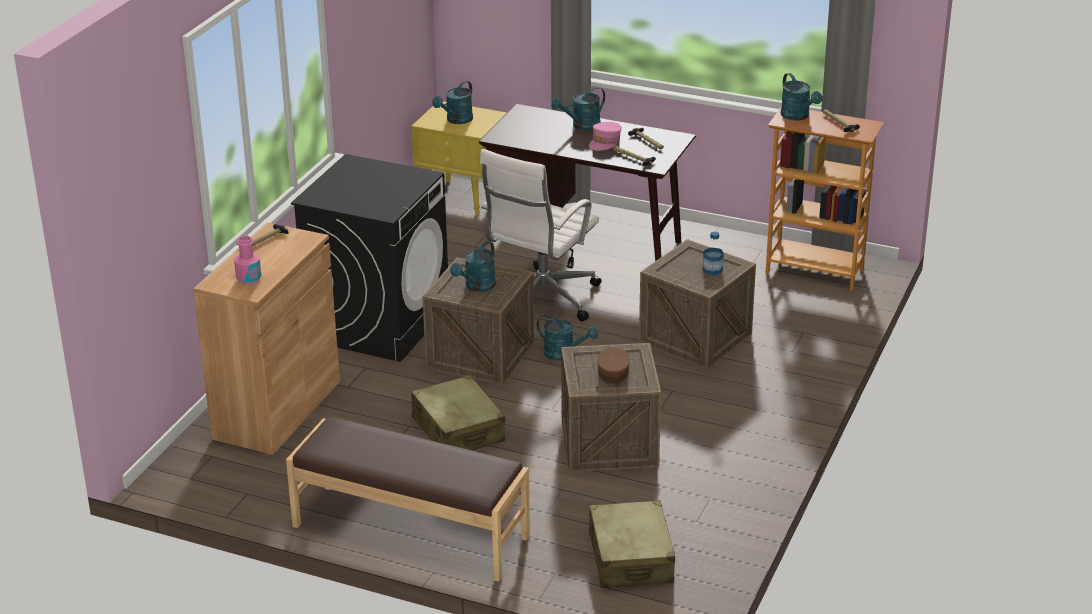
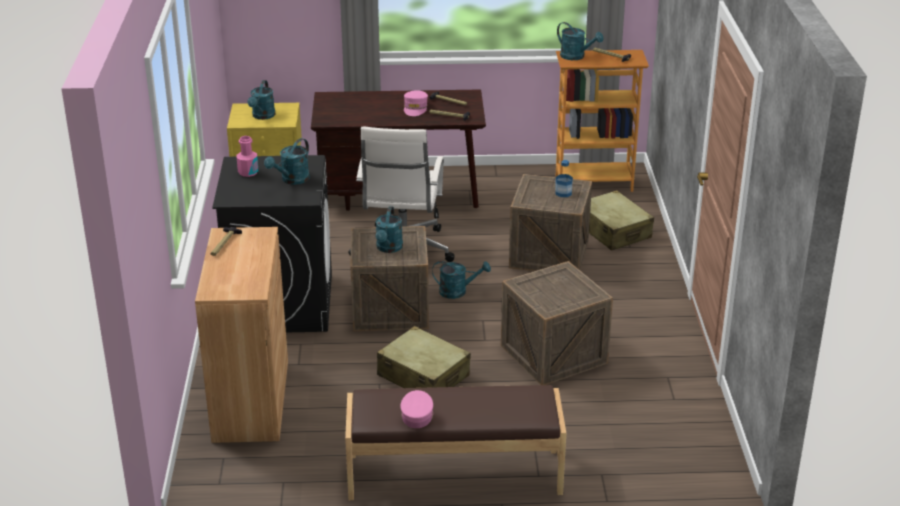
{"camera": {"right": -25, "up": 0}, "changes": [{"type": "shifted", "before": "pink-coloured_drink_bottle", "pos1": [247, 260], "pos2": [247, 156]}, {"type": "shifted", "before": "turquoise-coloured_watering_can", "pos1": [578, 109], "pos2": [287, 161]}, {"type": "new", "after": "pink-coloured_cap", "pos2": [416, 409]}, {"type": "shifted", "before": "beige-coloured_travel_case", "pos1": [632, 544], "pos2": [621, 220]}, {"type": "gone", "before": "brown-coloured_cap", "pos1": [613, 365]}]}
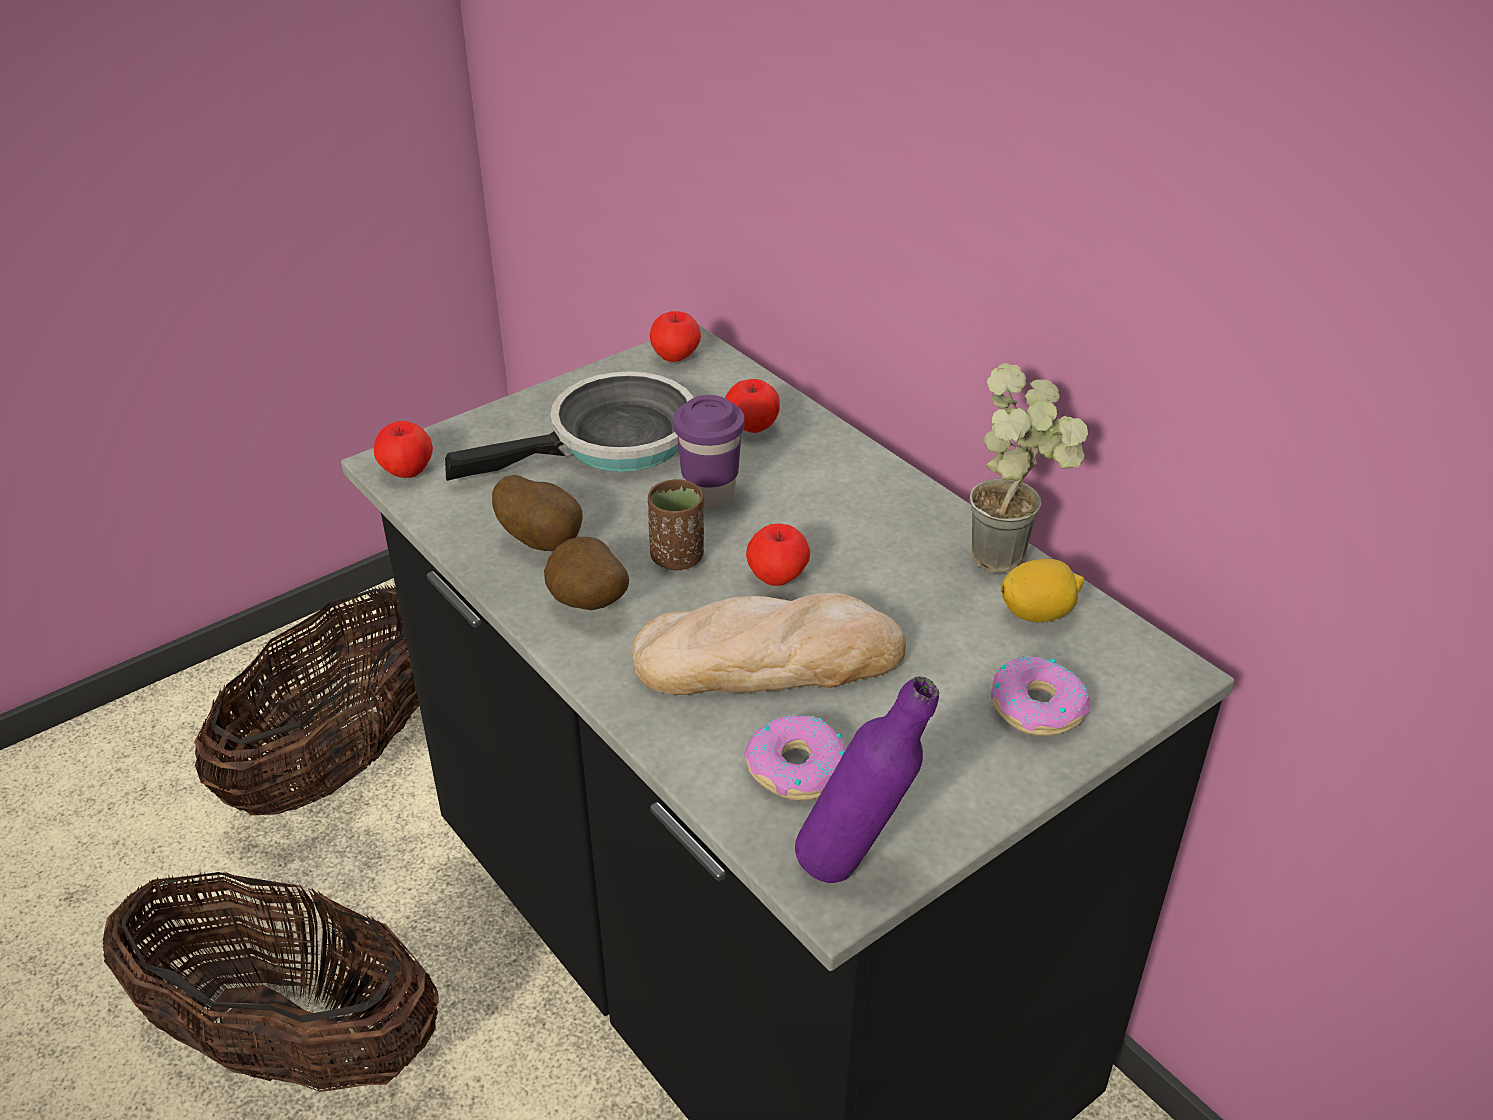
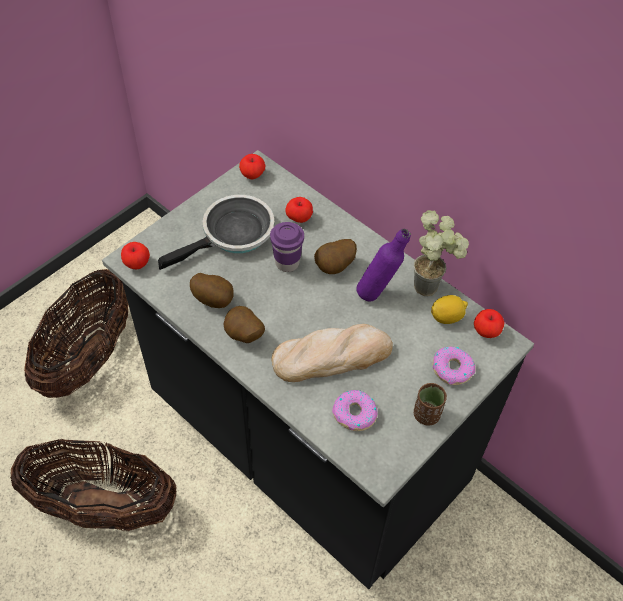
{"camera": {"right": -10, "up": 15}, "changes": [{"type": "new", "after": "spud", "pos2": [335, 256]}, {"type": "shifted", "before": "purple_drink_bottle", "pos1": [867, 780], "pos2": [383, 265]}, {"type": "shifted", "before": "brown-coloured_cup", "pos1": [676, 524], "pos2": [430, 404]}, {"type": "shifted", "before": "apple", "pos1": [778, 554], "pos2": [489, 323]}]}
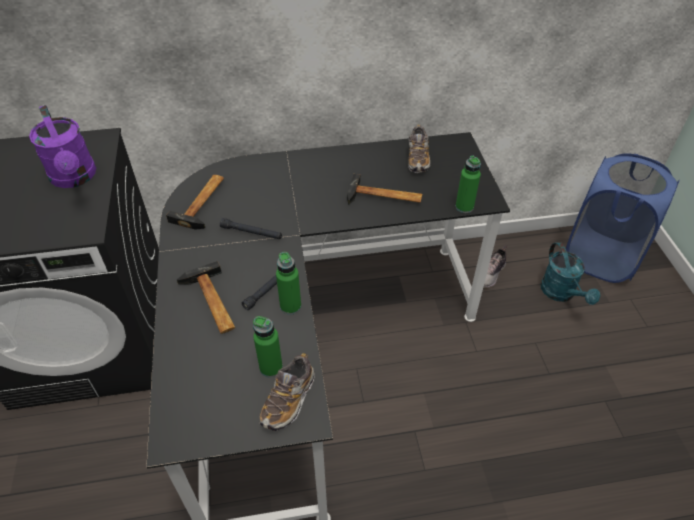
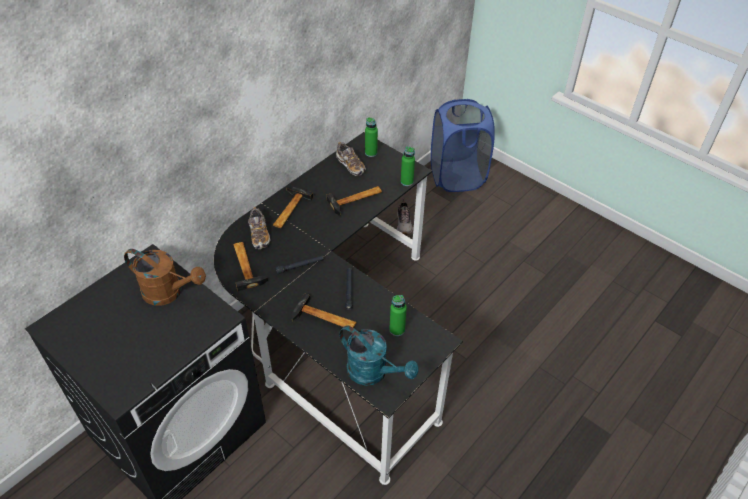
{"camera": {"right": -40, "up": 0}, "changes": [{"type": "repainted", "before": "purple_watering_can", "after": "brown-coloured_watering_can", "pos1": [62, 146], "pos2": [165, 277]}, {"type": "shifted", "before": "item_of_footwear", "pos1": [287, 392], "pos2": [259, 228]}, {"type": "new", "after": "tool_hammer", "pos2": [293, 207]}, {"type": "shifted", "before": "turquoise-coloured_watering_can", "pos1": [570, 273], "pos2": [379, 355]}, {"type": "shifted", "before": "greenish_drink_bottle", "pos1": [288, 283], "pos2": [371, 137]}]}
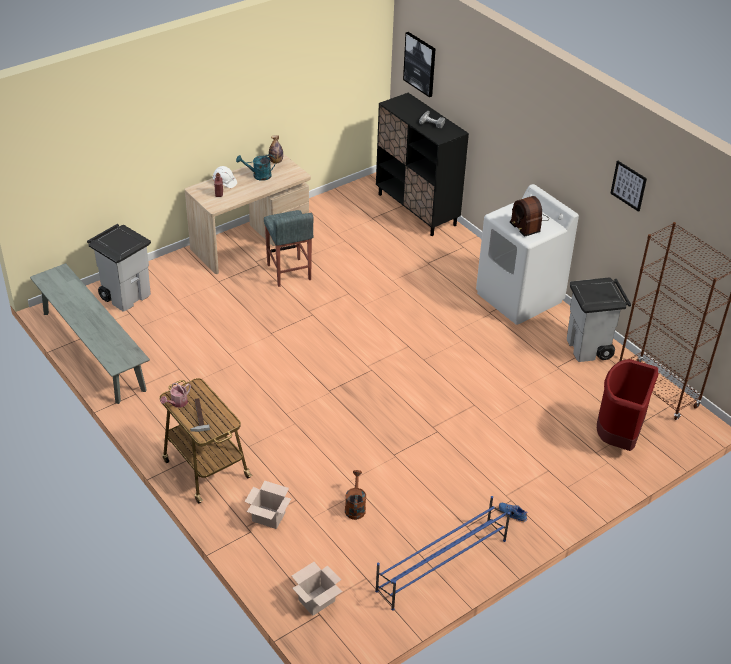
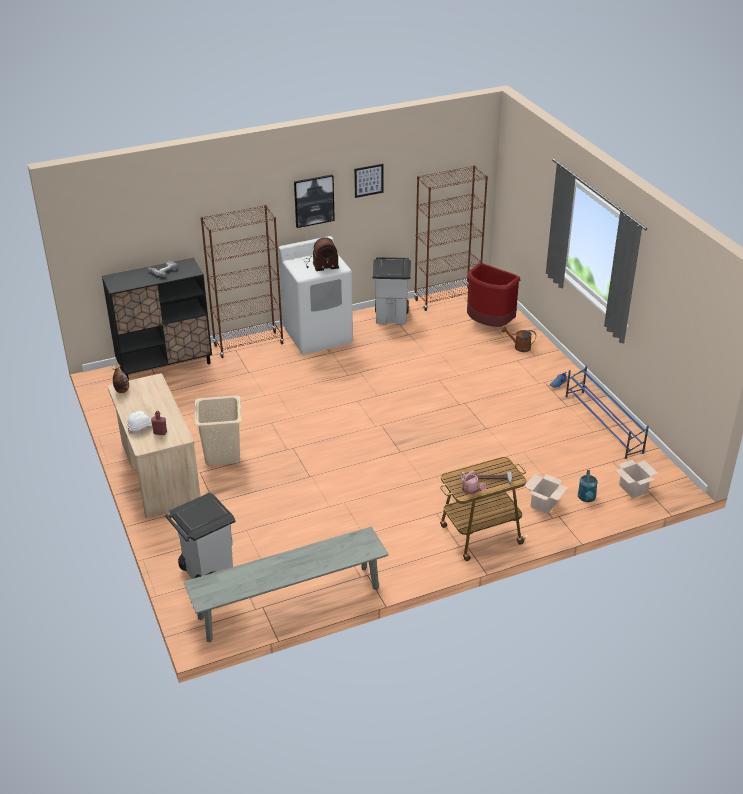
{"camera": {"right": -75, "up": -5}, "changes": [{"type": "swapped", "before": "gray_stool", "after": "beige-coloured_hamper", "pos1": [289, 248], "pos2": [218, 430]}, {"type": "new", "after": "brown-coloured_shelving_unit", "pos2": [242, 281]}, {"type": "shifted", "before": "wall_picture", "pos1": [419, 64], "pos2": [314, 201]}, {"type": "shifted", "before": "brown-coloured_watering_can", "pos1": [355, 495], "pos2": [519, 339]}, {"type": "shifted", "before": "turquoise-coloured_watering_can", "pos1": [256, 167], "pos2": [588, 486]}]}
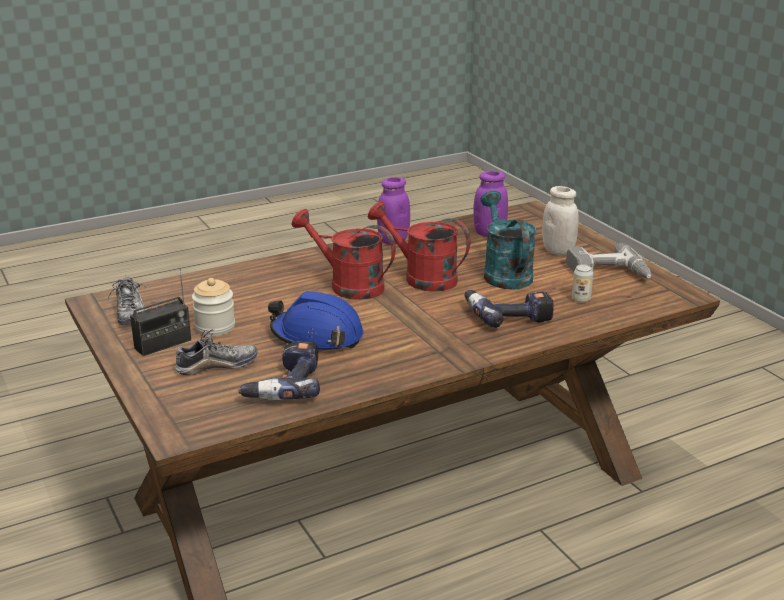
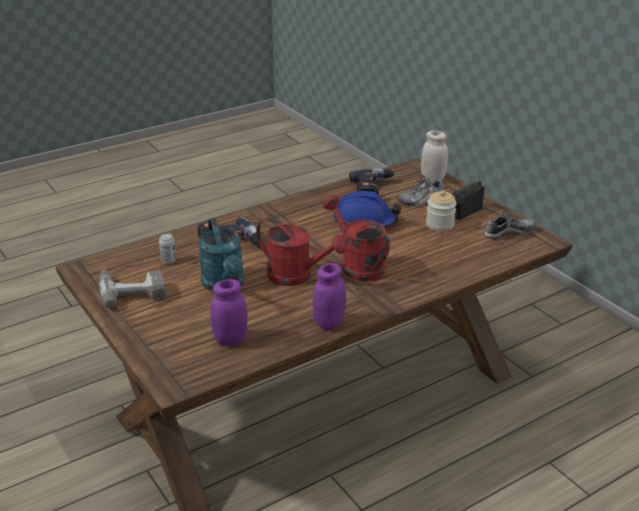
{"camera": {"right": 175, "up": 5}, "changes": [{"type": "rotated", "before": "red-coloured_watering_can", "pos1": [343, 254], "pos2": [356, 238], "turn": -150}, {"type": "shifted", "before": "white_storage_jar", "pos1": [560, 220], "pos2": [434, 156]}, {"type": "rotated", "before": "item_of_footwear", "pos1": [128, 301], "pos2": [510, 224], "turn": 90}]}
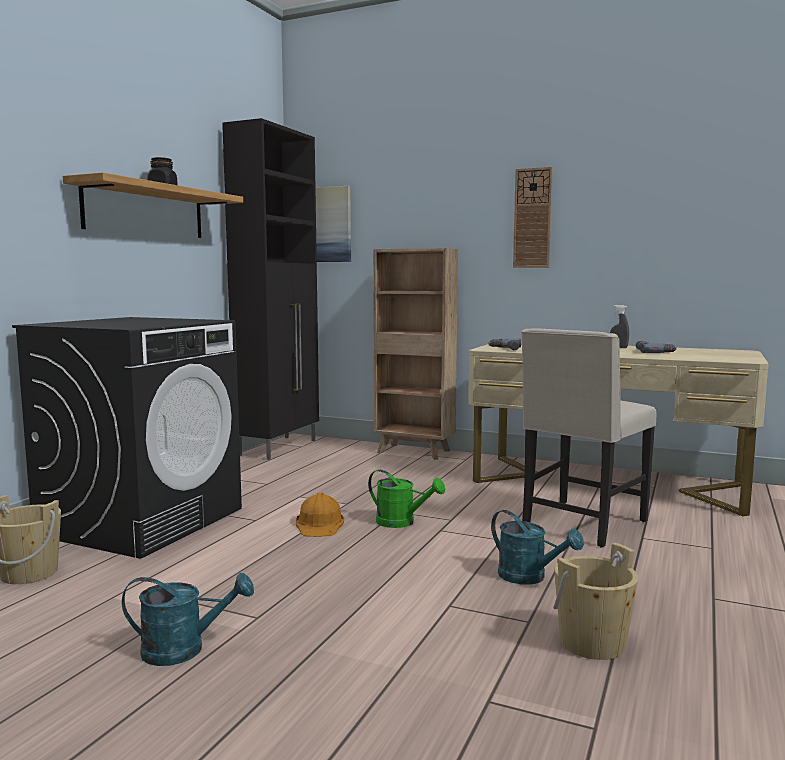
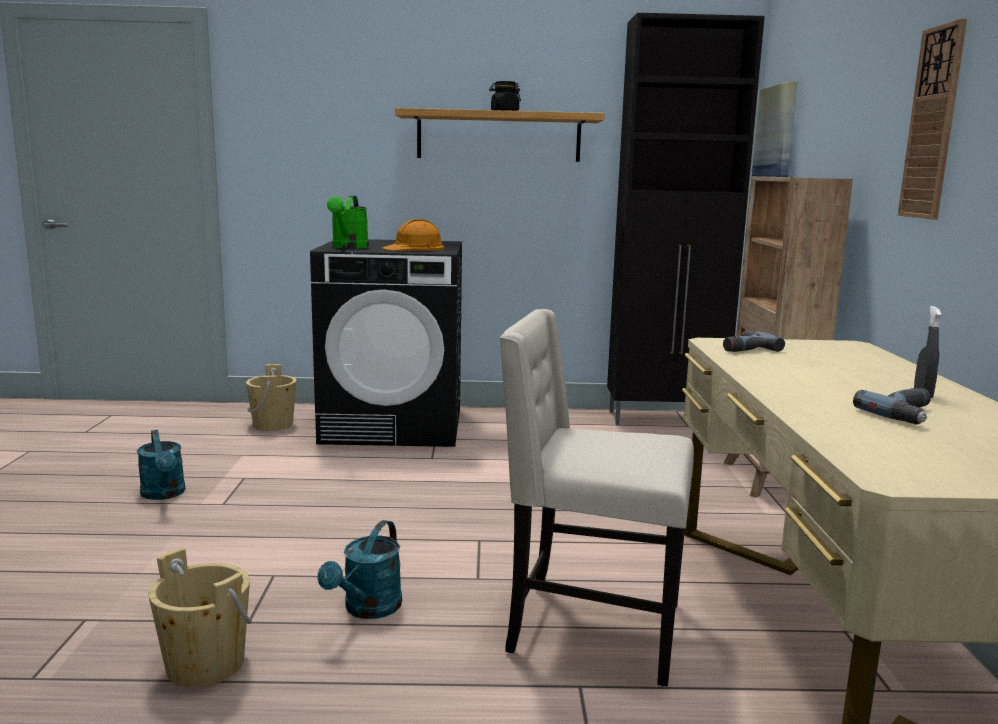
{"camera": {"right": 65, "up": 5}, "changes": [{"type": "shifted", "before": "greenish_watering_can", "pos1": [406, 499], "pos2": [348, 222]}, {"type": "shifted", "before": "orange_safety_helmet", "pos1": [320, 515], "pos2": [413, 235]}]}
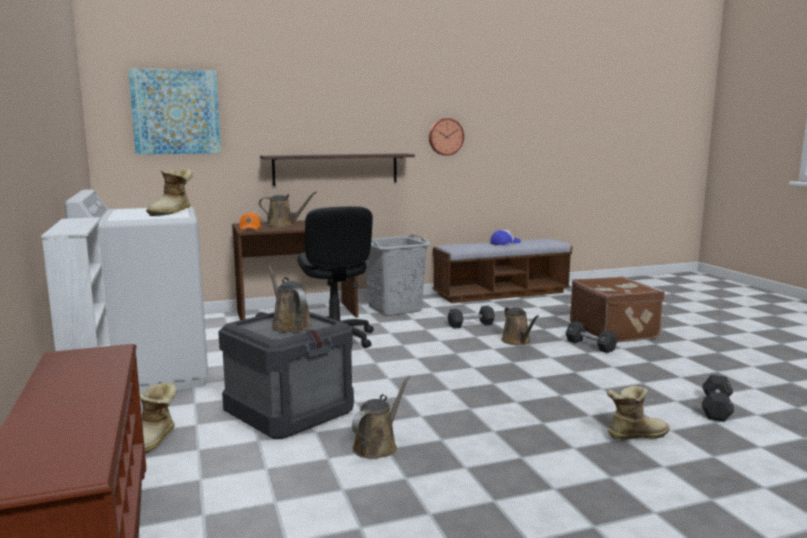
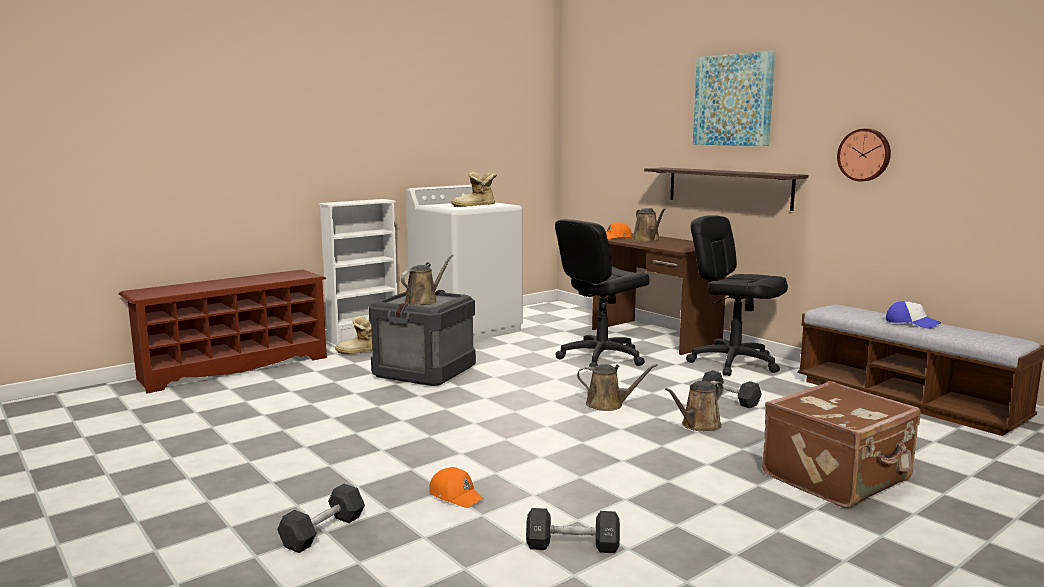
{"camera": {"right": 70, "up": 0}, "changes": [{"type": "shifted", "before": "black_dumbbell", "pos1": [592, 337], "pos2": [321, 518]}, {"type": "swapped", "before": "tall_boot", "after": "orange_cap", "pos1": [638, 413], "pos2": [456, 487]}, {"type": "shifted", "before": "brown-coloured_watering_can", "pos1": [381, 417], "pos2": [617, 387]}, {"type": "swapped", "before": "gray_hamper", "after": "black_office_chair", "pos1": [398, 275], "pos2": [737, 295]}, {"type": "shifted", "before": "wall_picture", "pos1": [174, 111], "pos2": [734, 98]}]}
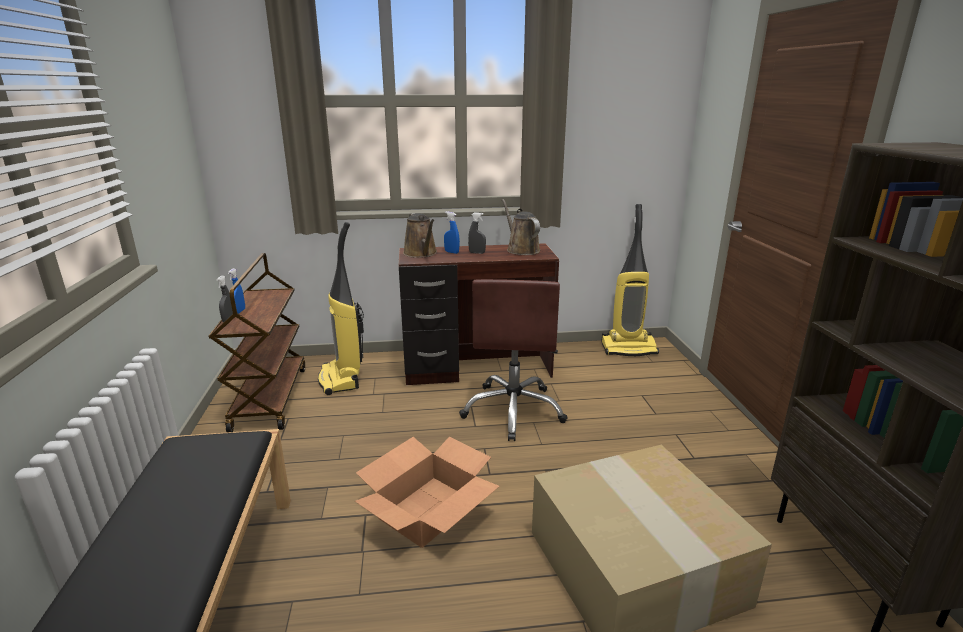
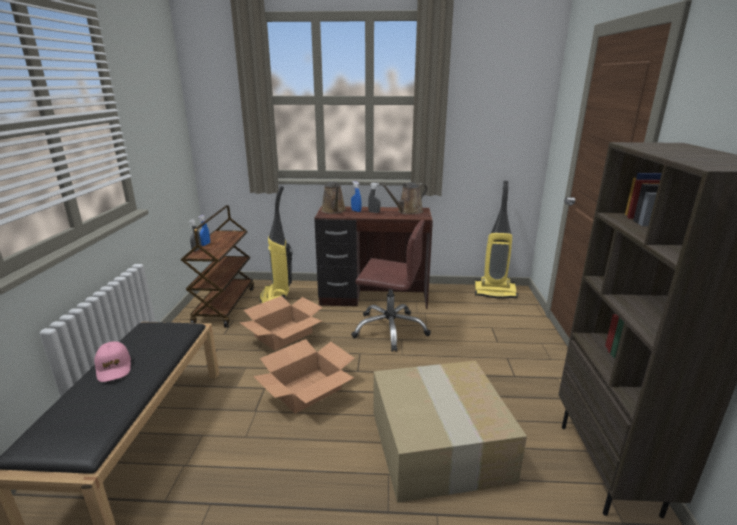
{"camera": {"right": 10, "up": 0}, "changes": [{"type": "new", "after": "pink-coloured_cap", "pos2": [112, 361]}, {"type": "new", "after": "packing_box", "pos2": [281, 323]}, {"type": "rotated", "before": "brown-coloured_office_chair", "pos1": [513, 360], "pos2": [391, 286], "turn": -90}, {"type": "rotated", "before": "brown-coloured_watering_can", "pos1": [521, 227], "pos2": [404, 198], "turn": -105}]}
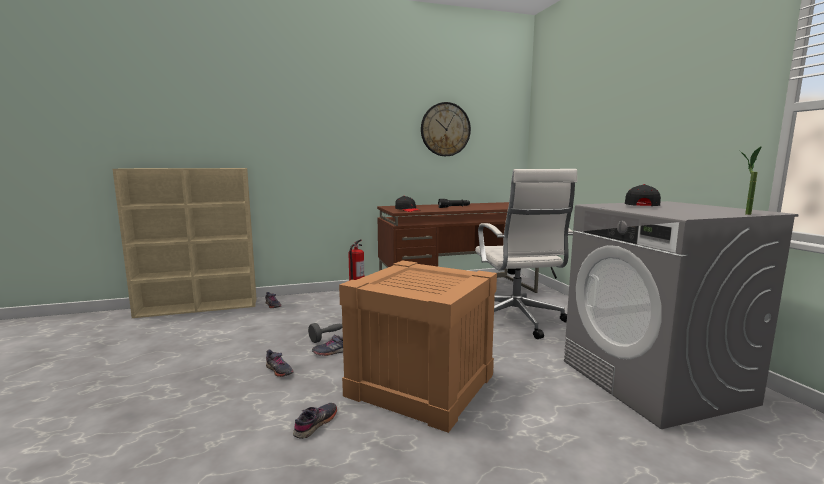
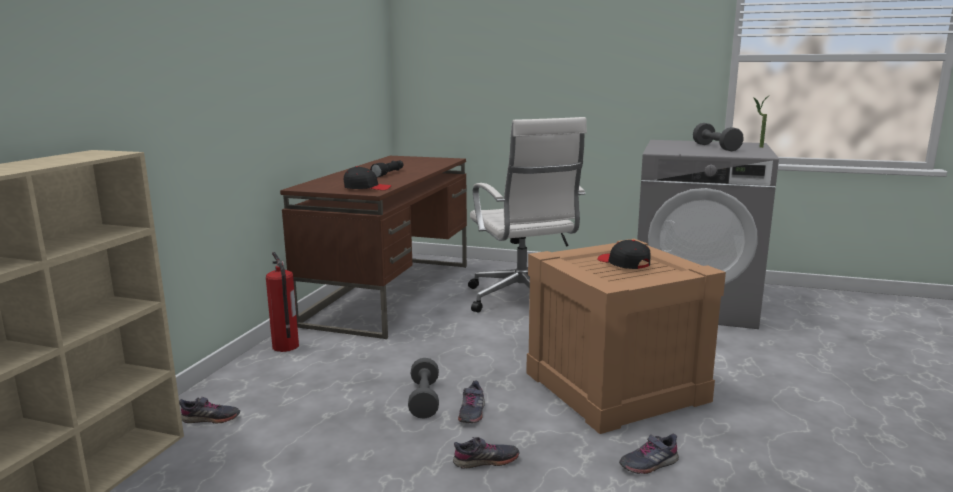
{"camera": {"right": -55, "up": 5}, "changes": [{"type": "rotated", "before": "white_office_chair", "pos1": [526, 254], "pos2": [527, 215], "turn": 45}, {"type": "shifted", "before": "black_cap", "pos1": [643, 195], "pos2": [623, 254]}, {"type": "rotated", "before": "gray_item_of_footwear", "pos1": [315, 421], "pos2": [649, 454], "turn": -90}, {"type": "new", "after": "gray_dumbbell", "pos2": [718, 137]}, {"type": "gone", "before": "clock_on_the_wall", "pos1": [446, 129]}]}
